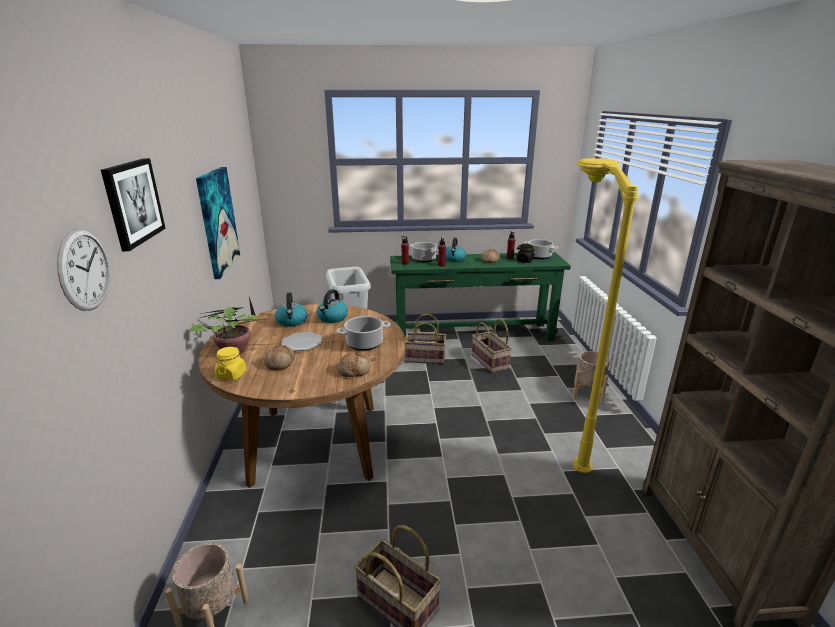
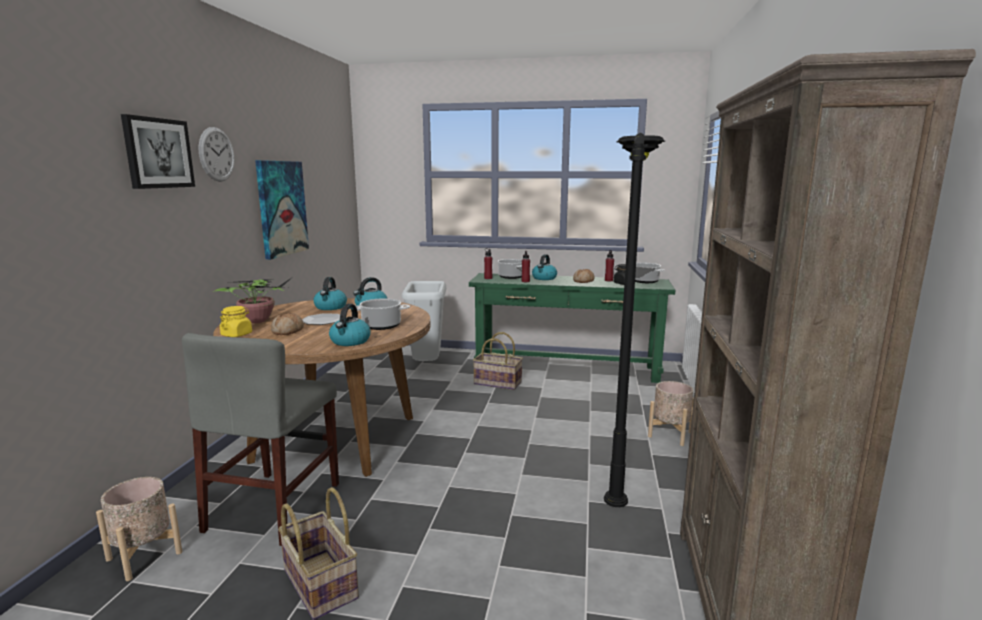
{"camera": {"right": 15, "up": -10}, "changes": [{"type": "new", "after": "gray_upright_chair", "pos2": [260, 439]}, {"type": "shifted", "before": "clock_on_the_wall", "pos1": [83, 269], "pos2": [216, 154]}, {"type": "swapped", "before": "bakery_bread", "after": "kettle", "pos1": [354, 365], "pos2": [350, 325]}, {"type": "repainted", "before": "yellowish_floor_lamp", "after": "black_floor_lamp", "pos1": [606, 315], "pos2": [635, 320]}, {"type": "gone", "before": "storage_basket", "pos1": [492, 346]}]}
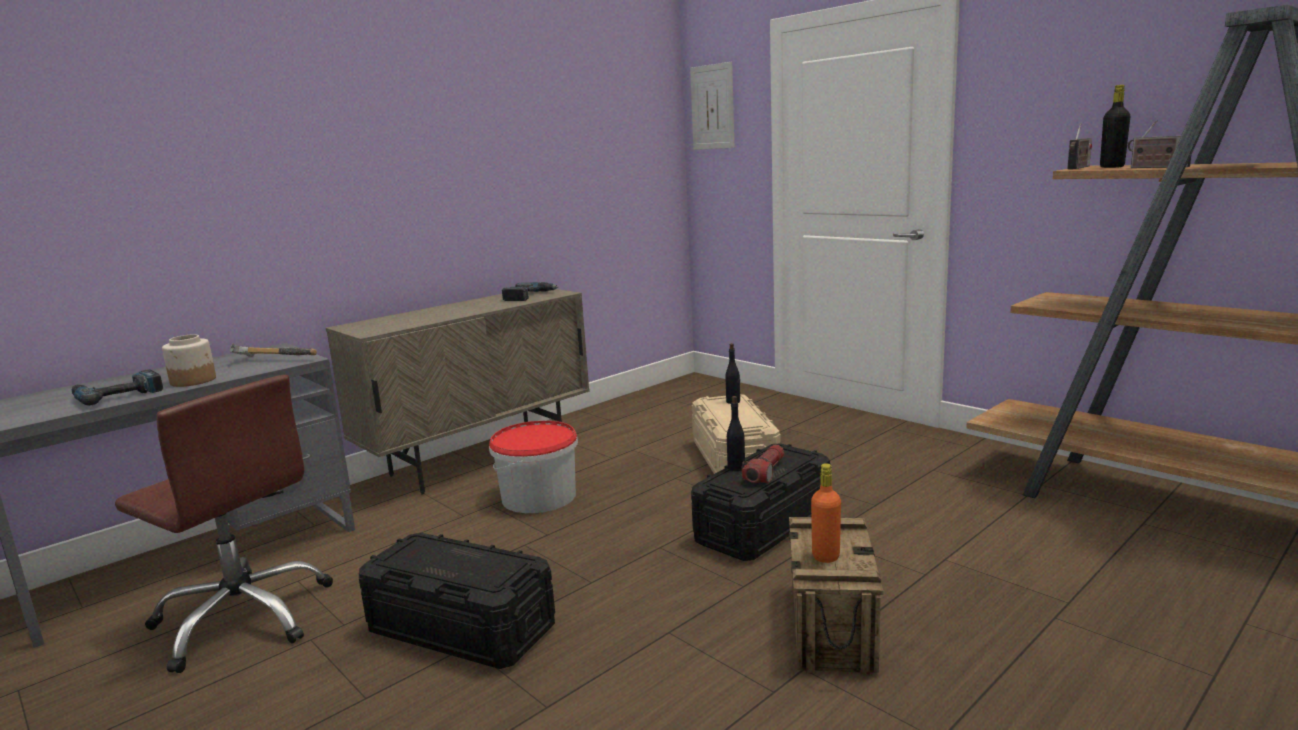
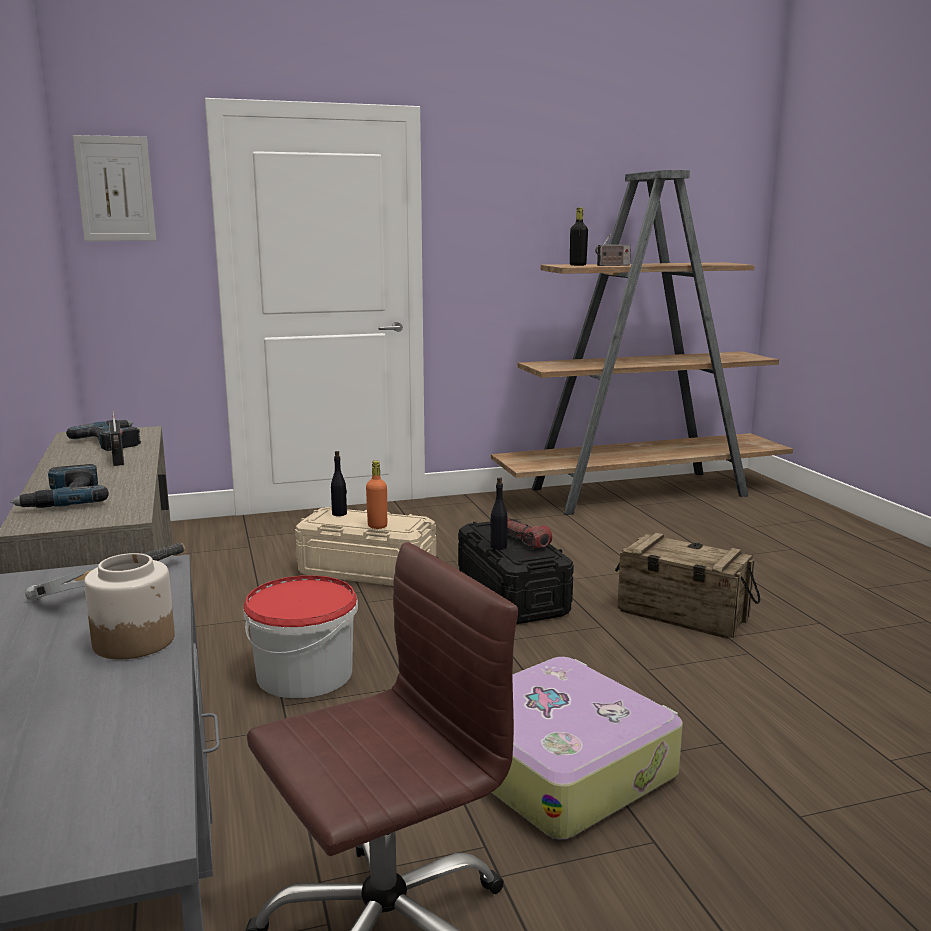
{"camera": {"right": -65, "up": 0}, "changes": [{"type": "shifted", "before": "drill", "pos1": [117, 387], "pos2": [59, 486]}, {"type": "shifted", "before": "radio_set", "pos1": [1079, 146], "pos2": [116, 438]}, {"type": "shifted", "before": "orange_drink_bottle", "pos1": [826, 513], "pos2": [376, 494]}, {"type": "swapped", "before": "black_storage_box", "after": "travel_case", "pos1": [457, 601], "pos2": [587, 748]}]}
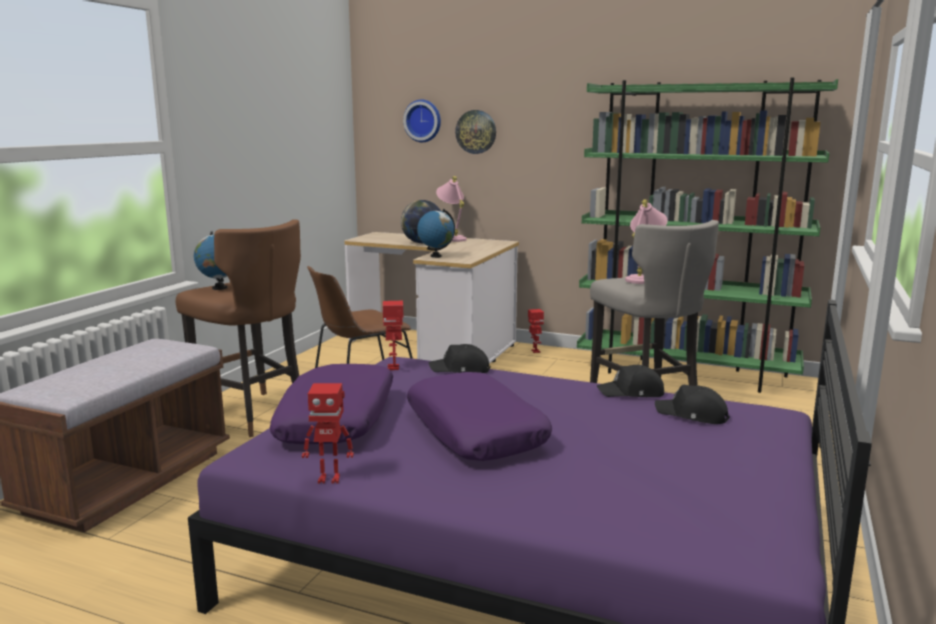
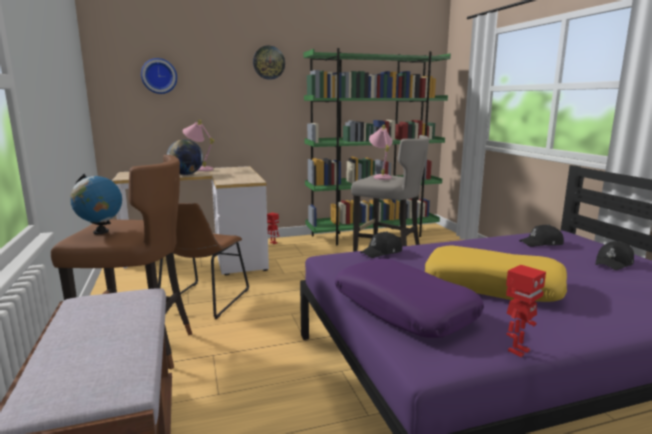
{"camera": {"right": -40, "up": 0}, "changes": [{"type": "shifted", "before": "clock_on_the_wall", "pos1": [475, 132], "pos2": [269, 63]}, {"type": "repainted", "before": "purple_cushion", "after": "yellowish_cushion", "pos1": [479, 416], "pos2": [496, 273]}, {"type": "shifted", "before": "black_cap", "pos1": [630, 381], "pos2": [615, 255]}, {"type": "gone", "before": "model_robot", "pos1": [392, 335]}, {"type": "gone", "before": "globe", "pos1": [436, 233]}]}
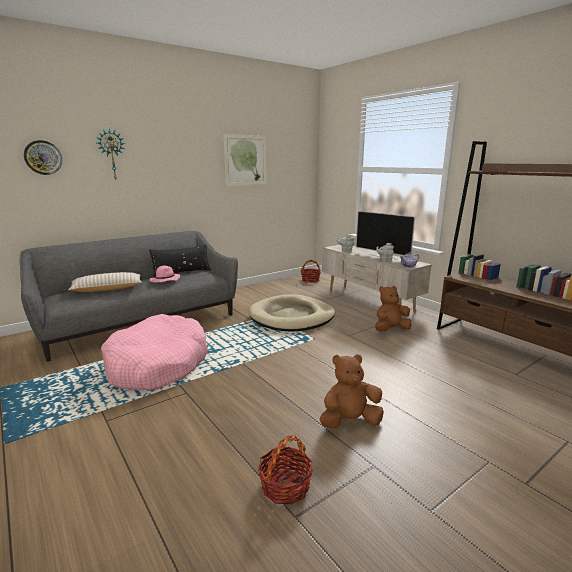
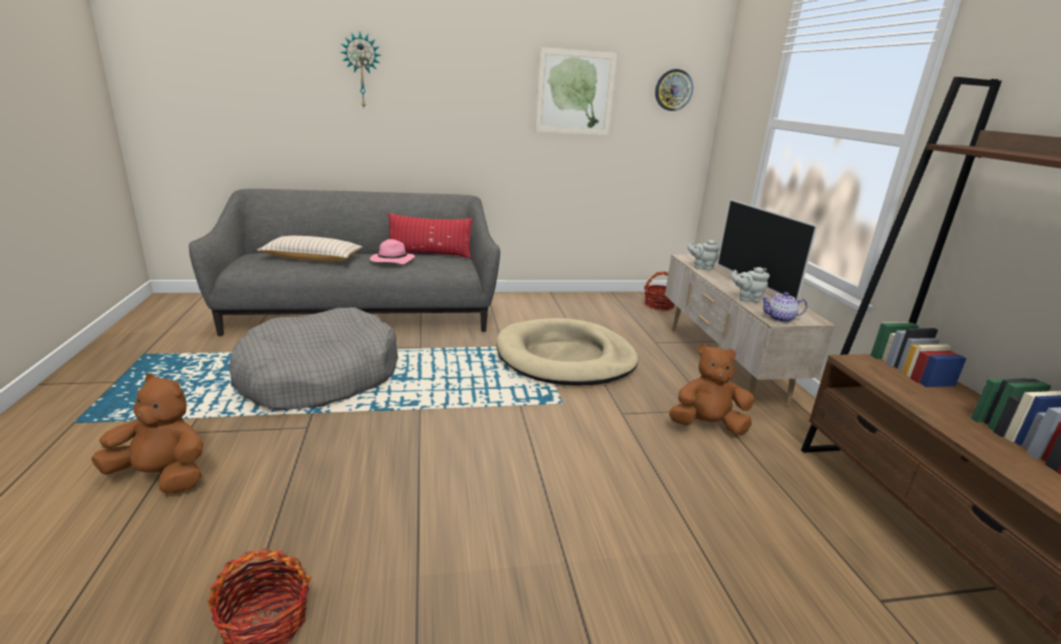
{"camera": {"right": 25, "up": 5}, "changes": [{"type": "shifted", "before": "brown-coloured_plush_toy", "pos1": [351, 391], "pos2": [147, 433]}, {"type": "repainted", "before": "pink-coloured_dog_bed", "after": "gray_dog_bed", "pos1": [154, 352], "pos2": [313, 359]}, {"type": "repainted", "before": "black_cushion", "after": "red-coloured_cushion", "pos1": [180, 260], "pos2": [430, 236]}, {"type": "shifted", "before": "clock_on_the_wall", "pos1": [43, 157], "pos2": [674, 90]}]}
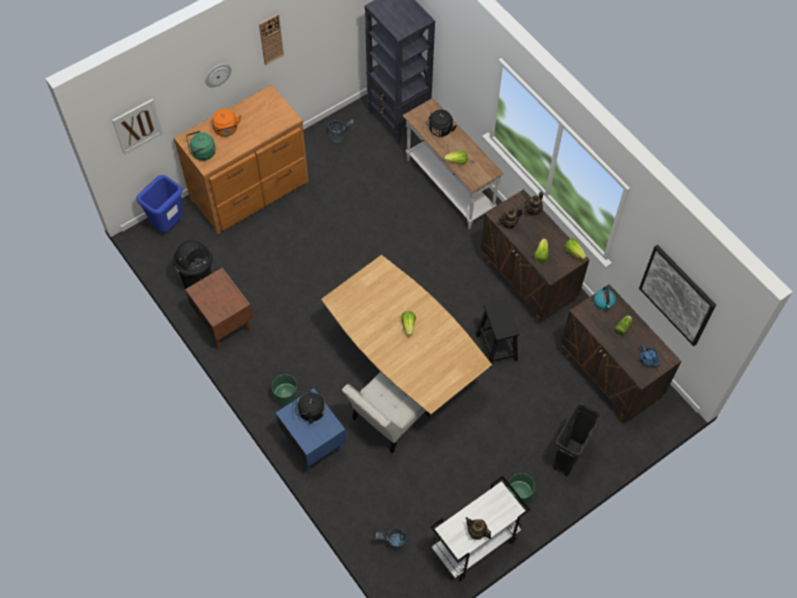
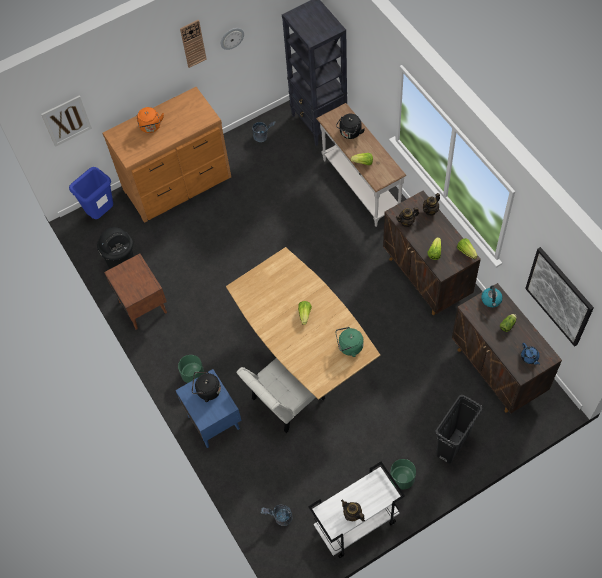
{"camera": {"right": 10, "up": 0}, "changes": [{"type": "shifted", "before": "clock_on_the_wall", "pos1": [218, 75], "pos2": [232, 39]}, {"type": "shifted", "before": "greenish_kettle", "pos1": [201, 146], "pos2": [349, 342]}, {"type": "gone", "before": "black_stool", "pos1": [497, 333]}]}
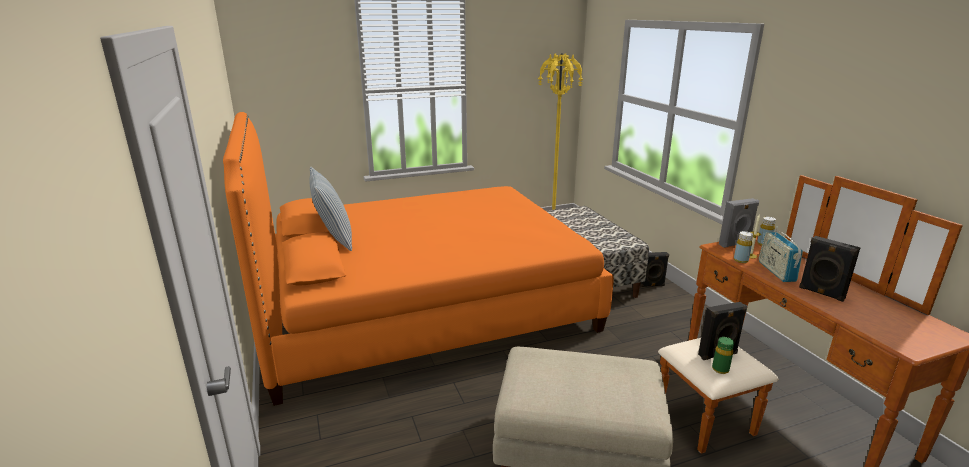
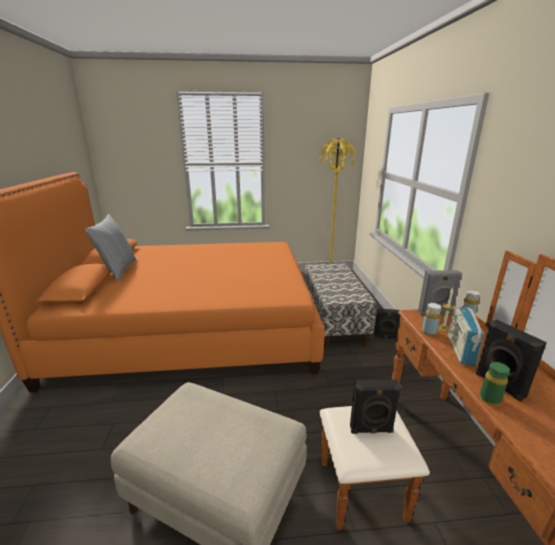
{"camera": {"right": 15, "up": 0}, "changes": [{"type": "shifted", "before": "greenish_drink_bottle", "pos1": [723, 355], "pos2": [495, 384]}]}
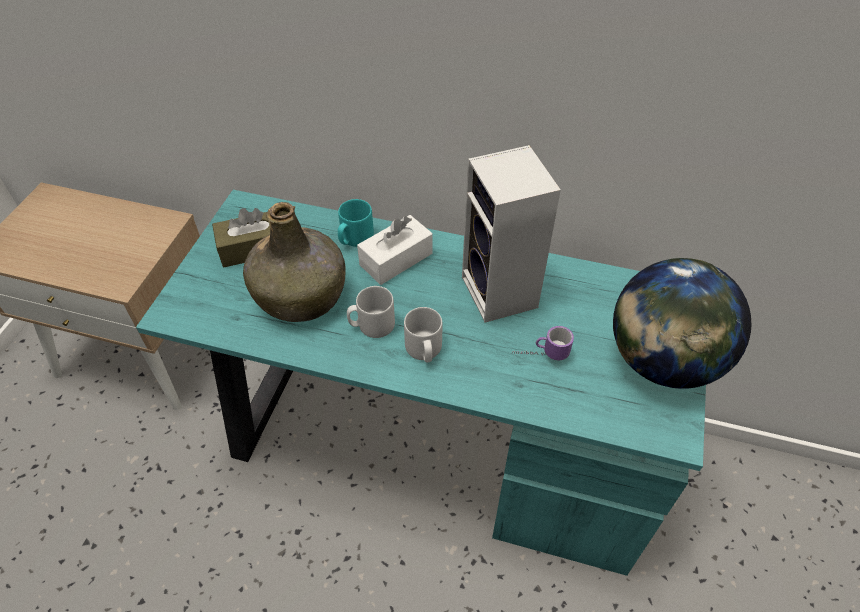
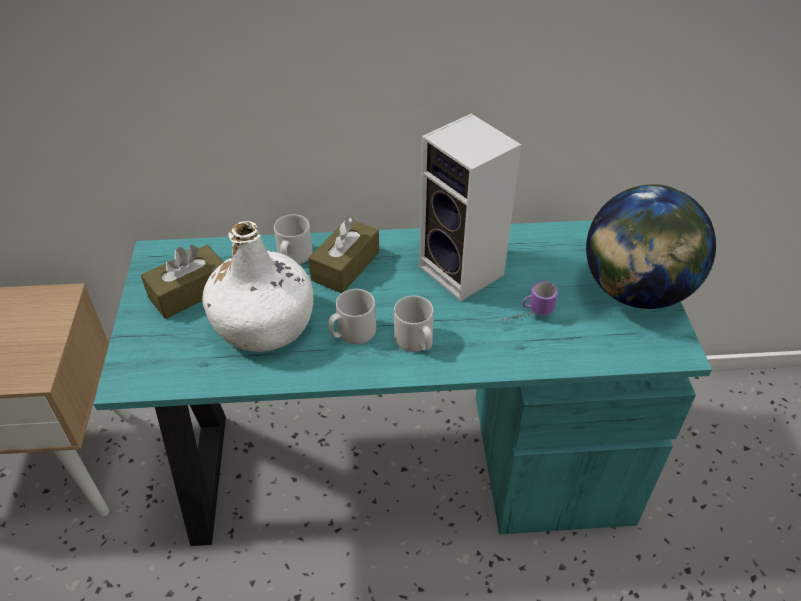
{"camera": {"right": -20, "up": -5}, "changes": [{"type": "repainted", "before": "greenish_drink_bottle", "after": "white_drink_bottle", "pos1": [294, 262], "pos2": [257, 286]}, {"type": "repainted", "before": "turquoise-coloured_mug", "after": "gray_mug", "pos1": [356, 223], "pos2": [293, 239]}, {"type": "repainted", "before": "white_box_of_tissues", "after": "brown-coloured_box_of_tissues", "pos1": [395, 250], "pos2": [343, 255]}]}
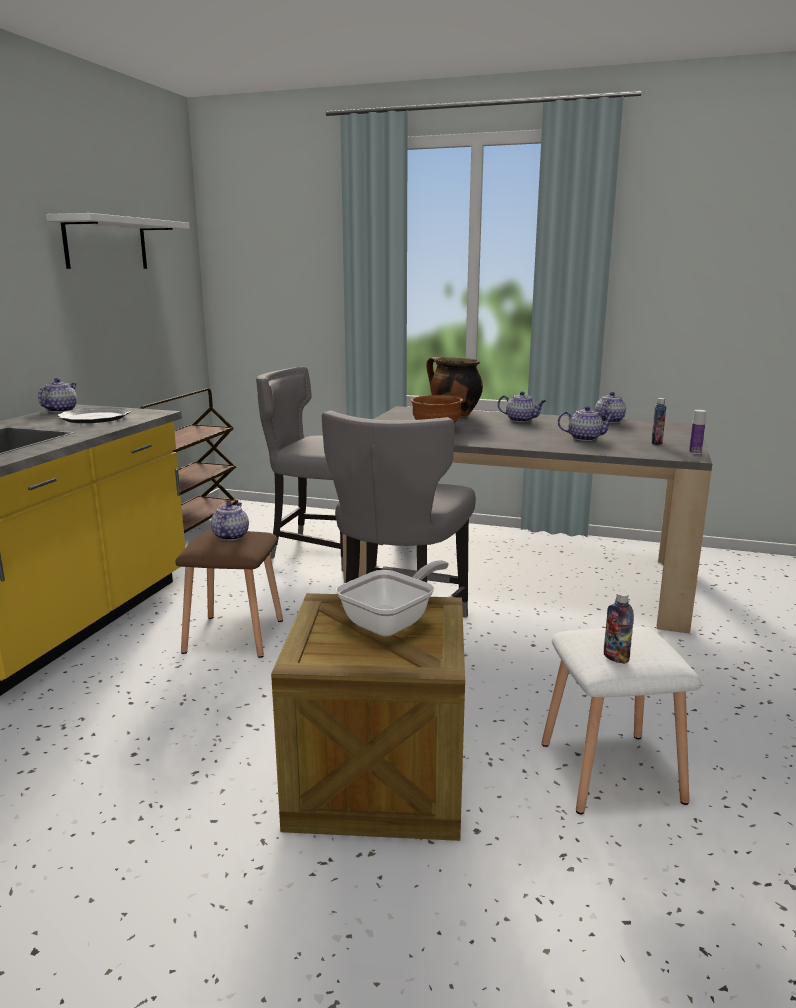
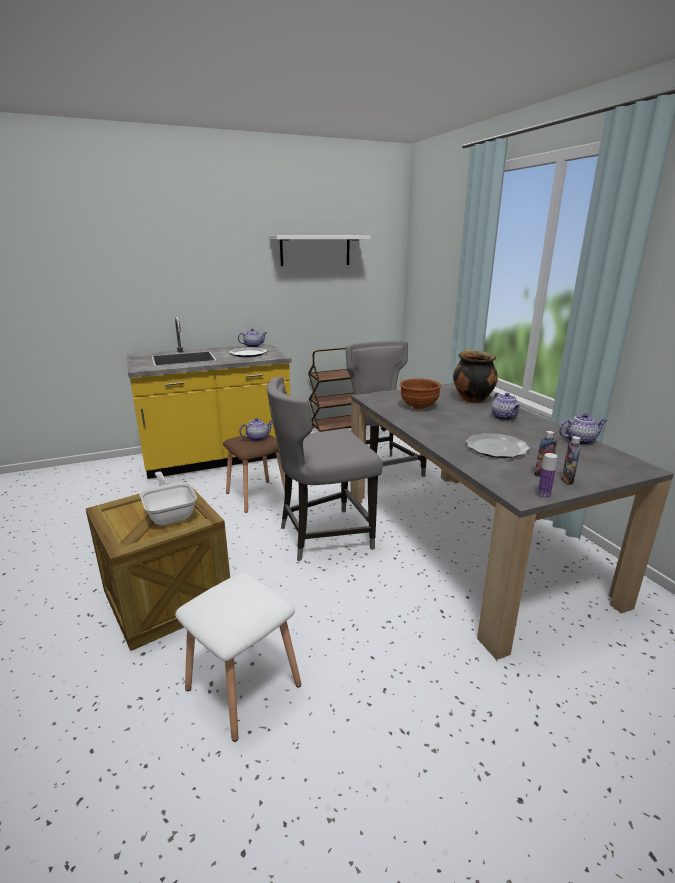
{"camera": {"right": 50, "up": 5}, "changes": [{"type": "rotated", "before": "pan", "pos1": [392, 598], "pos2": [168, 498], "turn": -120}, {"type": "swapped", "before": "teapot", "after": "plate", "pos1": [586, 423], "pos2": [498, 445]}, {"type": "shifted", "before": "drink_bottle", "pos1": [619, 627], "pos2": [571, 460]}]}
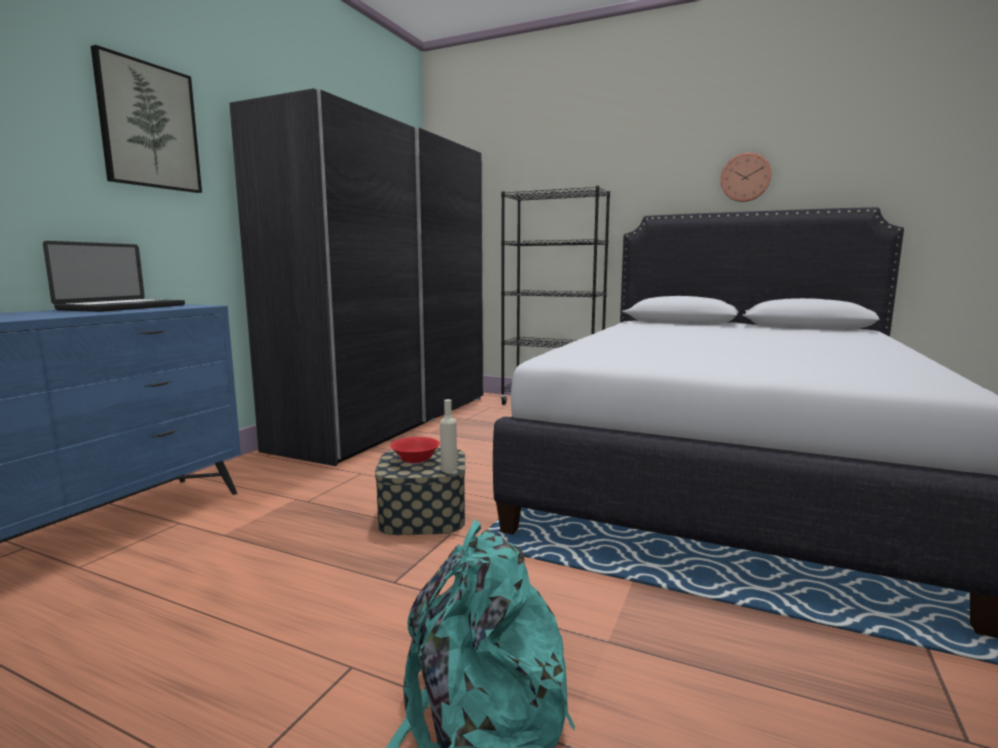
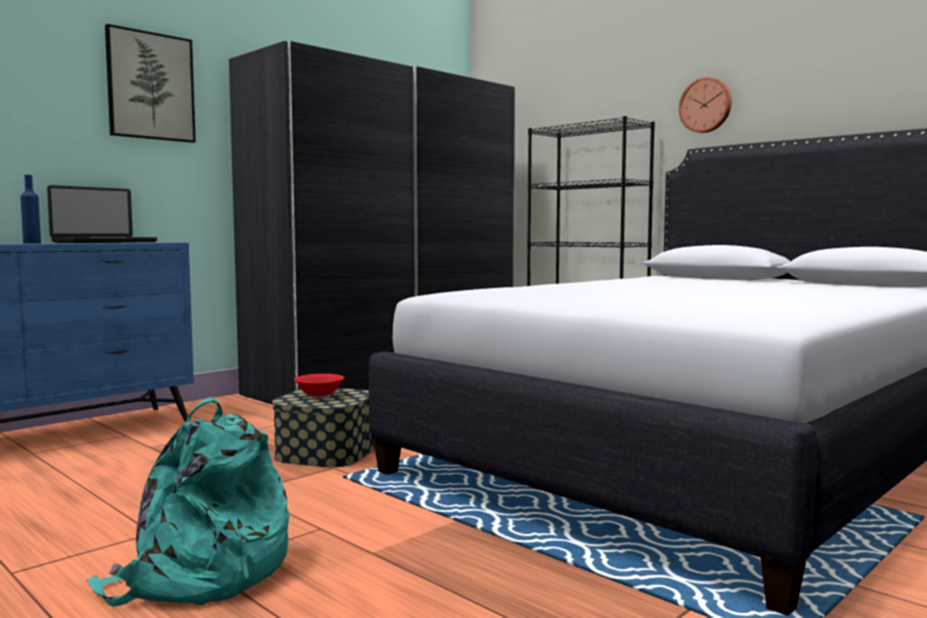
{"camera": {"right": 20, "up": -5}, "changes": [{"type": "new", "after": "bluish_drink_bottle", "pos2": [30, 209]}, {"type": "shifted", "before": "clock_on_the_wall", "pos1": [746, 177], "pos2": [705, 105]}, {"type": "gone", "before": "beige-coloured_drink_bottle", "pos1": [448, 435]}]}
